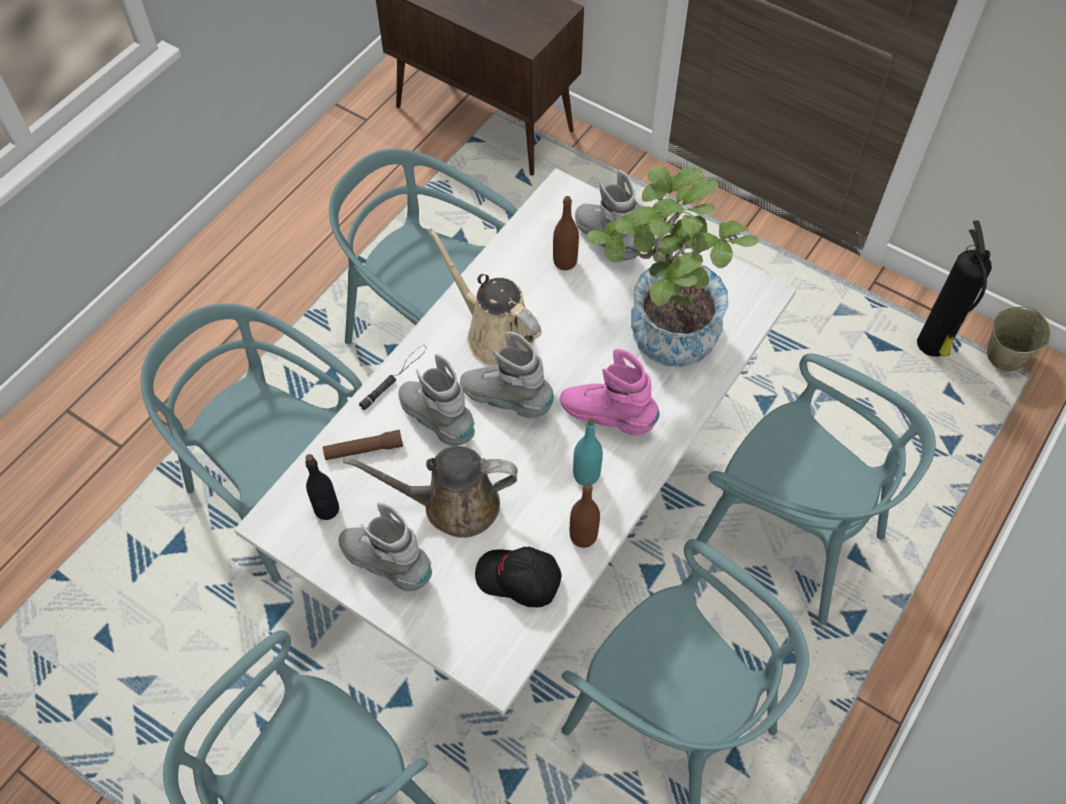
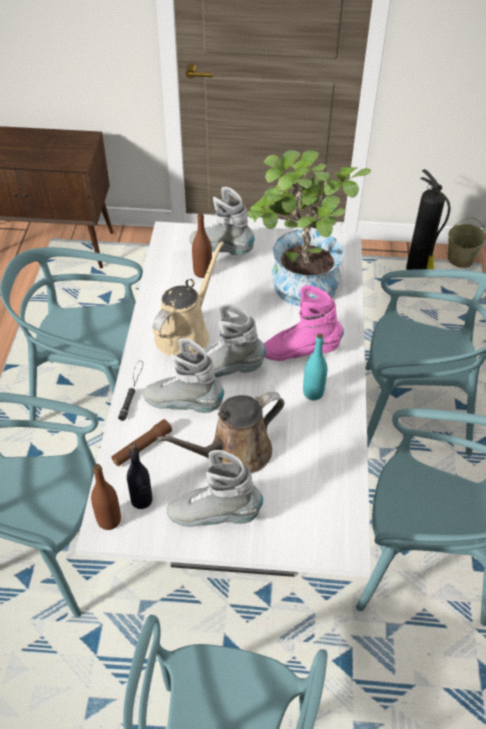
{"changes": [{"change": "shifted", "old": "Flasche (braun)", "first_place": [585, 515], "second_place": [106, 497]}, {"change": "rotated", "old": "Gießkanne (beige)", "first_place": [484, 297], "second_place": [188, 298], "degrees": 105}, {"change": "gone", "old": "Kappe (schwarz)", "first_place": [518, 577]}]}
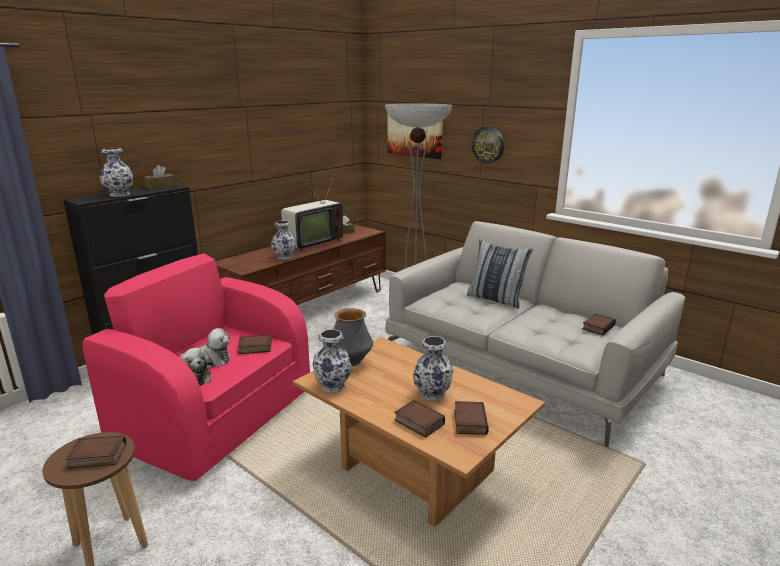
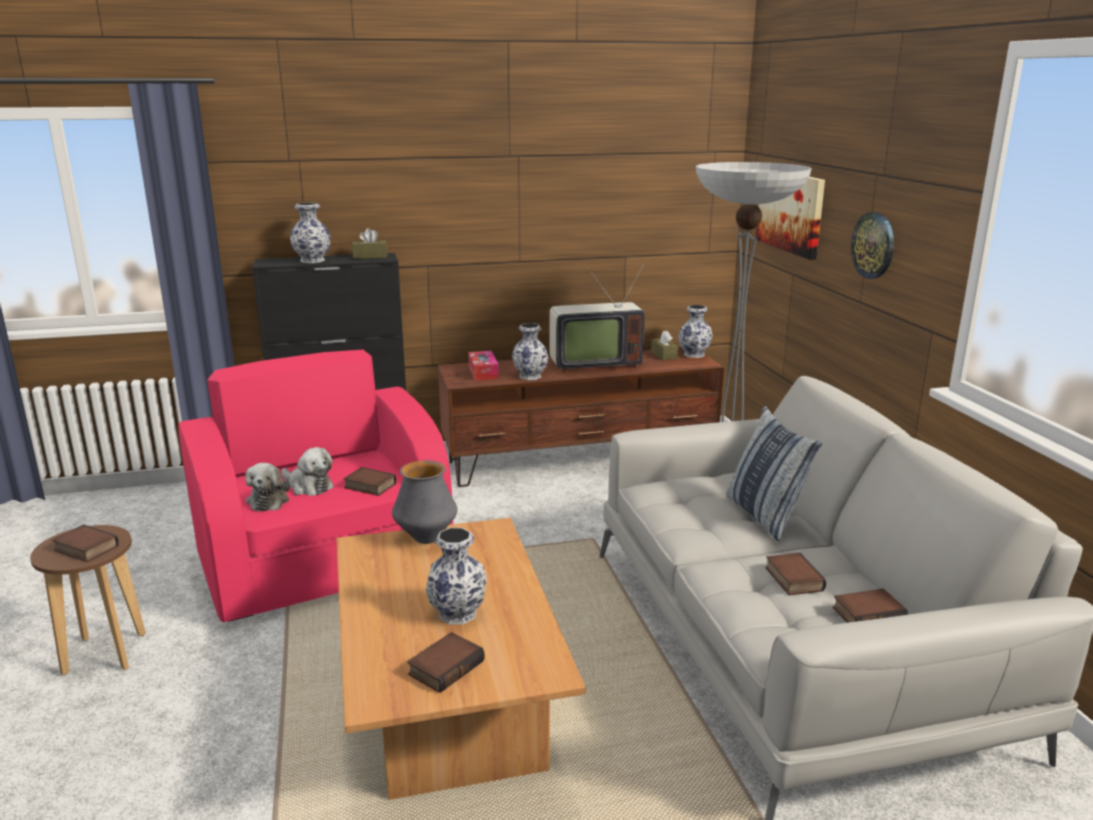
{"changes": [{"change": "new", "new": "Taschentuchbox", "second_place": [483, 366]}, {"change": "shifted", "old": "Vase", "first_place": [332, 360], "second_place": [695, 331]}, {"change": "shifted", "old": "Buch", "first_place": [420, 419], "second_place": [795, 574]}]}
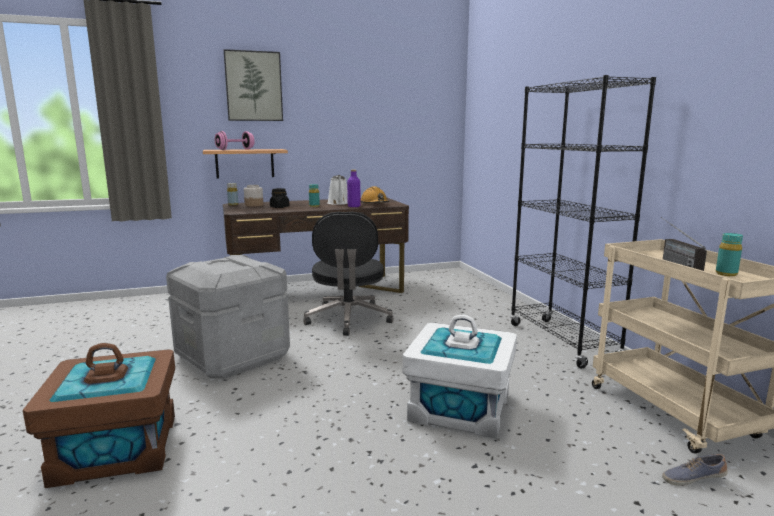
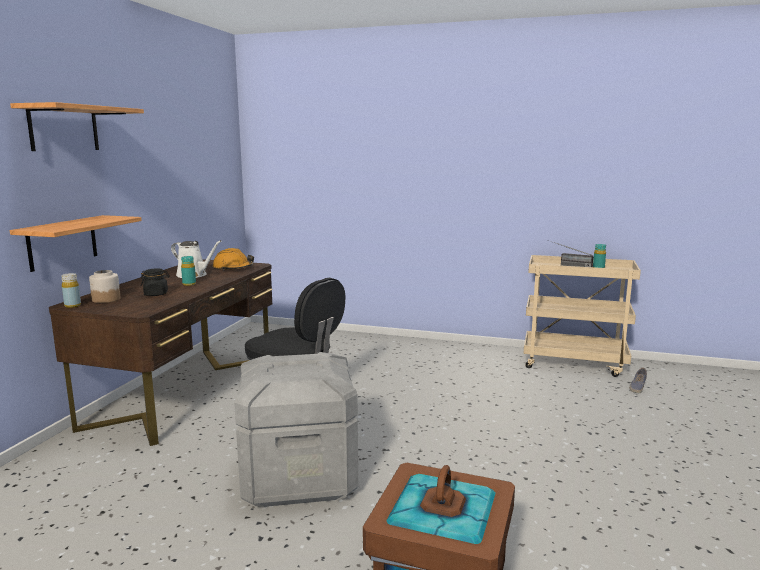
{"changes": [{"change": "swapped", "old": "Bild", "new": "Wandregal", "first_place": [253, 85], "second_place": [77, 126]}, {"change": "gone", "old": "Hantel (rosa)", "first_place": [235, 140]}, {"change": "gone", "old": "Flasche (lila)", "first_place": [354, 188]}, {"change": "gone", "old": "Aufbewahrungsbox (weiß)", "first_place": [460, 376]}, {"change": "gone", "old": "Bücherregal (schwarz)", "first_place": [583, 221]}]}
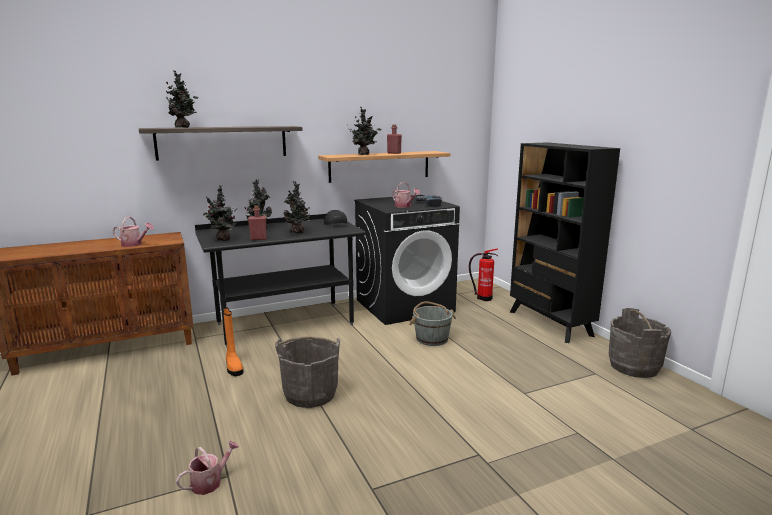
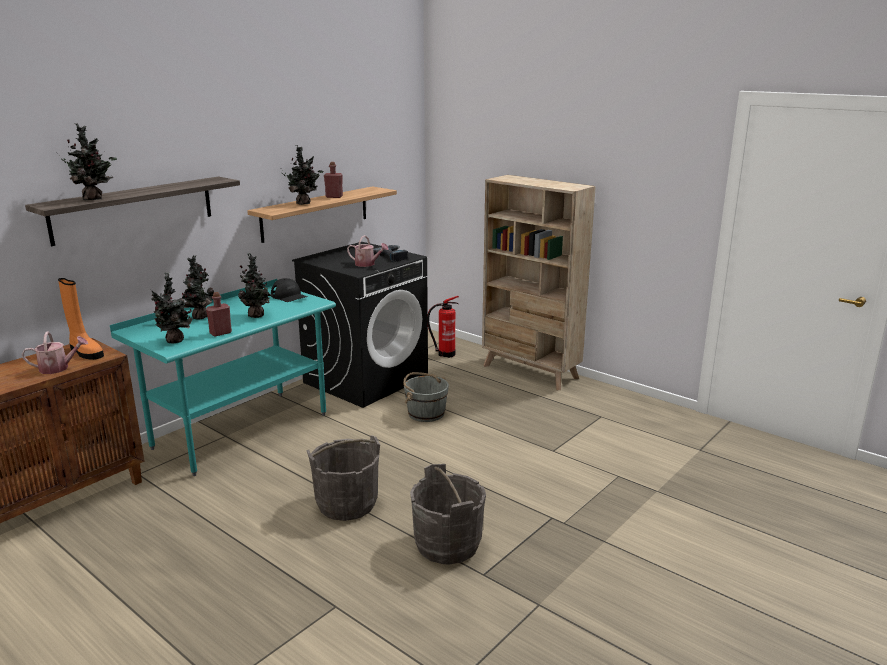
{"changes": [{"change": "shifted", "old": "Stiefel (orange)", "first_place": [233, 341], "second_place": [81, 319]}, {"change": "repainted", "old": "Schreibtisch (schwarz)", "new": "Schreibtisch (türkis)", "first_place": [280, 281], "second_place": [223, 377]}, {"change": "shifted", "old": "Eimer (grau)", "first_place": [640, 343], "second_place": [448, 514]}, {"change": "repainted", "old": "Bücherregal (schwarz)", "new": "Bücherregal (beige)", "first_place": [565, 242], "second_place": [539, 282]}, {"change": "gone", "old": "Gießkanne", "first_place": [207, 468]}]}
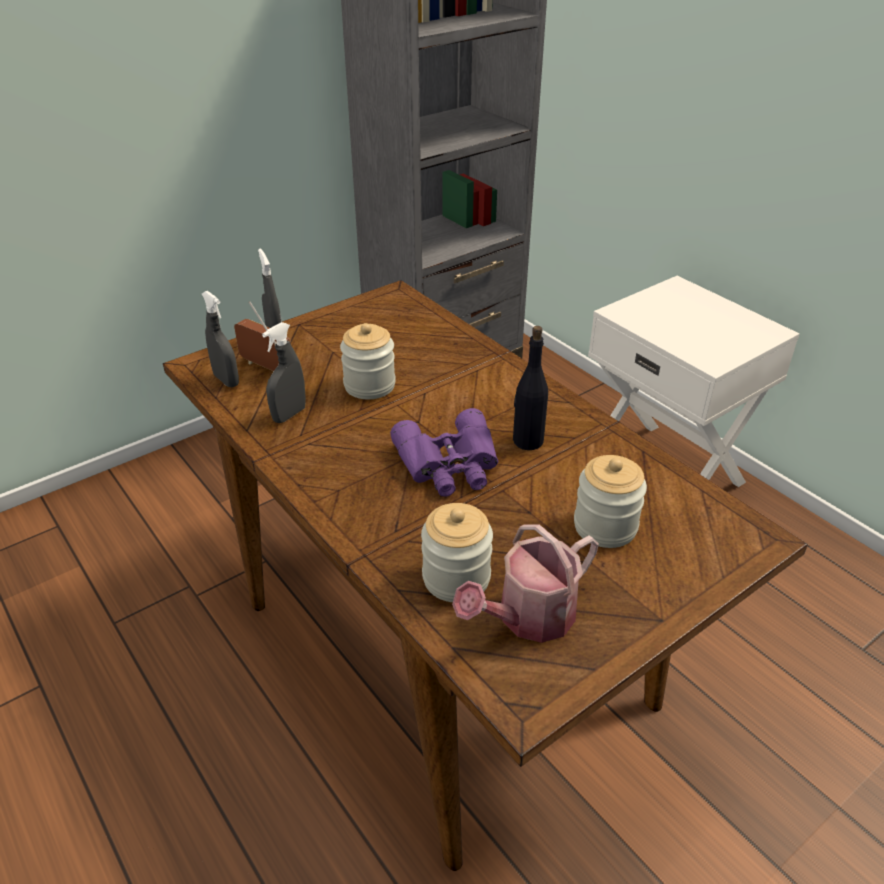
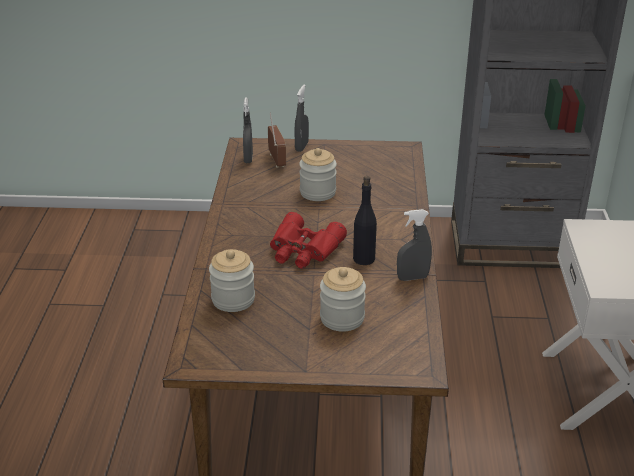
{"changes": [{"change": "repainted", "old": "Fernglas (lila)", "new": "Fernglas (rot)", "first_place": [444, 452], "second_place": [308, 240]}, {"change": "shifted", "old": "Sprühflasche (grau)", "first_place": [284, 372], "second_place": [414, 245]}, {"change": "gone", "old": "Gießkanne", "first_place": [525, 583]}]}
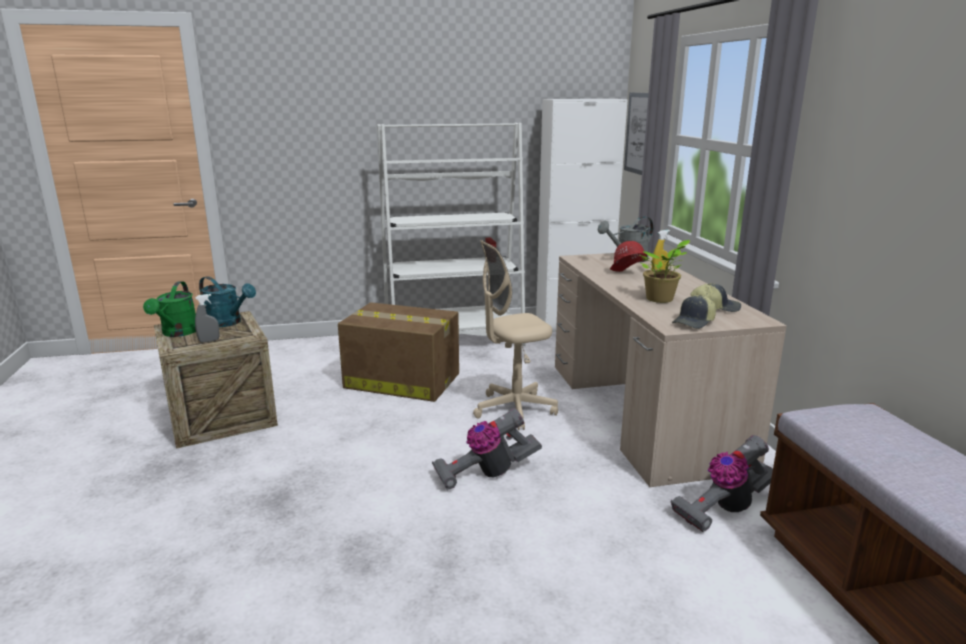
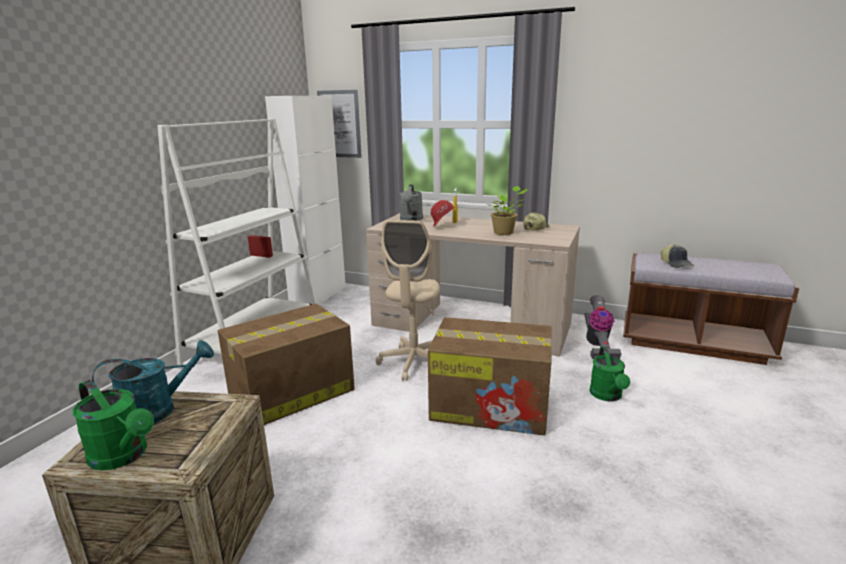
{"changes": [{"change": "swapped", "old": "Staubsauger", "new": "Karton", "first_place": [487, 449], "second_place": [490, 376]}, {"change": "new", "new": "Gießkanne (grün)", "second_place": [609, 374]}, {"change": "shifted", "old": "Kappe", "first_place": [694, 311], "second_place": [677, 256]}, {"change": "gone", "old": "Sprühflasche (grau)", "first_place": [207, 318]}]}
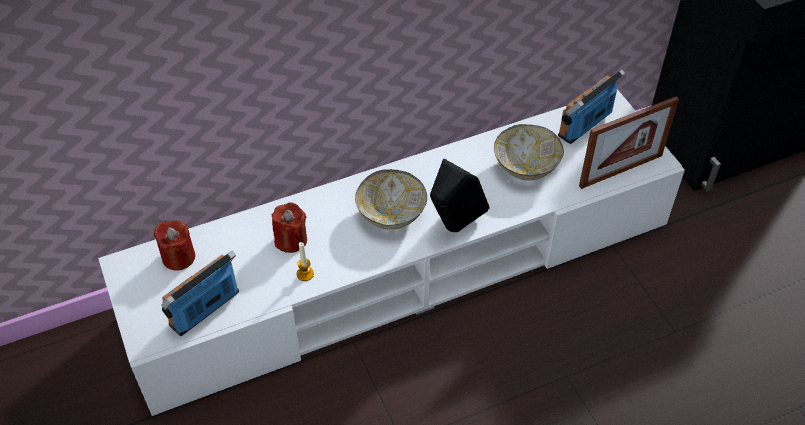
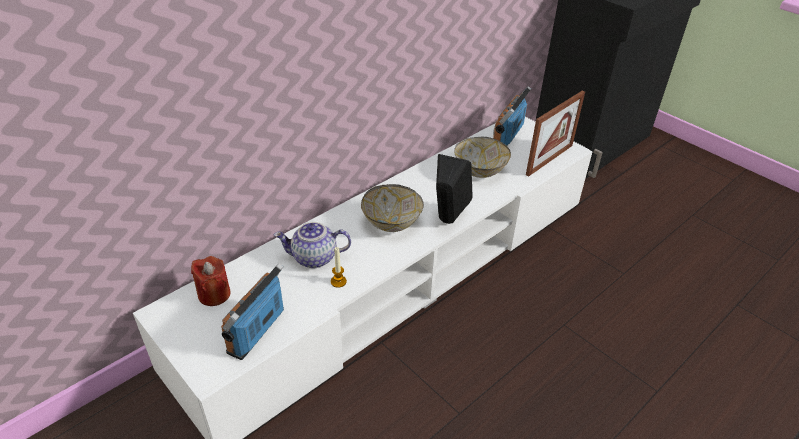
{"changes": [{"change": "swapped", "old": "Kerze (rot)", "new": "Teekanne", "first_place": [289, 227], "second_place": [312, 245]}]}
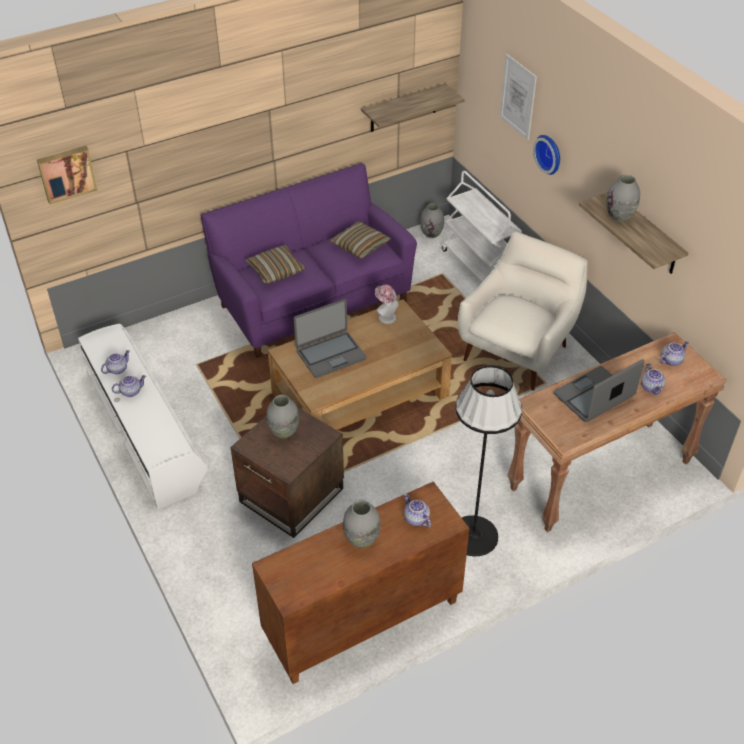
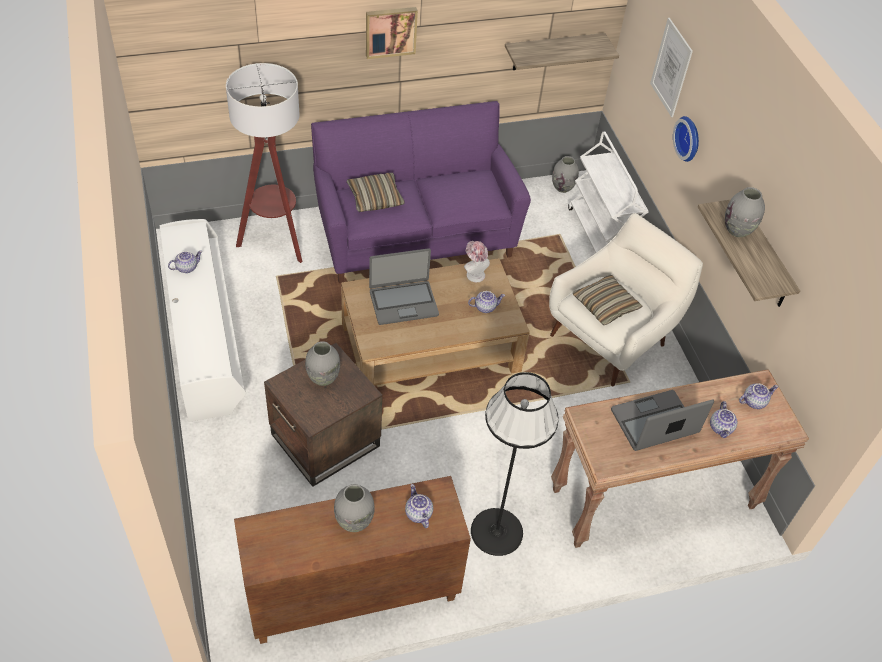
{"changes": [{"change": "new", "new": "Stehlampe", "second_place": [264, 163]}, {"change": "shifted", "old": "Bild", "first_place": [67, 175], "second_place": [392, 33]}, {"change": "shifted", "old": "Teekanne", "first_place": [129, 386], "second_place": [486, 302]}, {"change": "shifted", "old": "Kissen", "first_place": [360, 240], "second_place": [608, 300]}]}
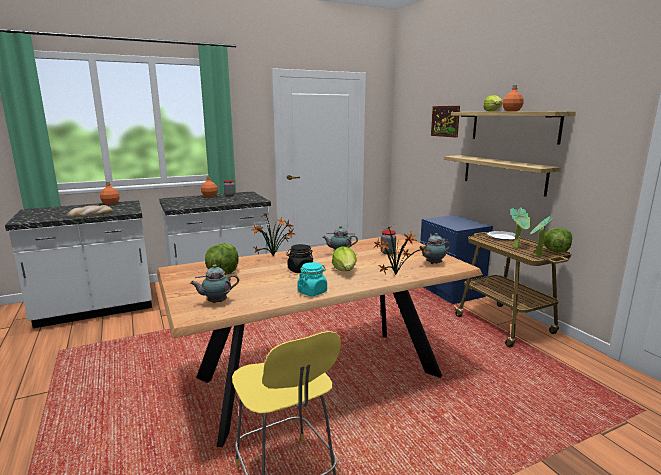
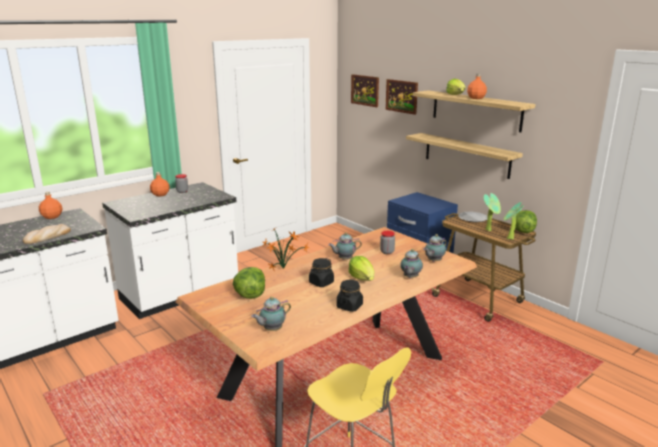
{"changes": [{"change": "repainted", "old": "Vorratsglas (türkis)", "new": "Vorratsglas (schwarz)", "first_place": [312, 279], "second_place": [349, 296]}, {"change": "new", "new": "Bild", "second_place": [365, 90]}, {"change": "swapped", "old": "Topfpflanze", "new": "Teekanne", "first_place": [401, 250], "second_place": [411, 264]}]}
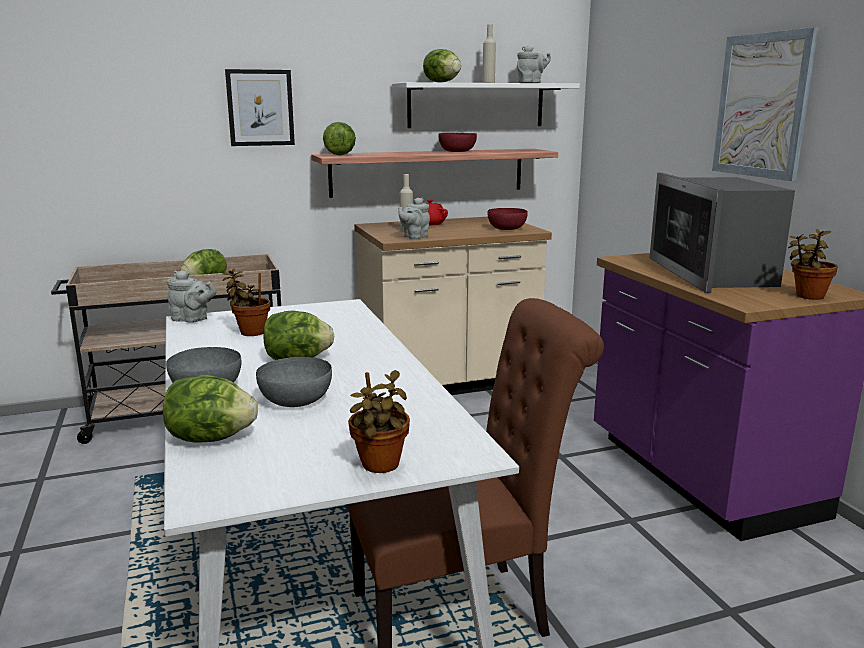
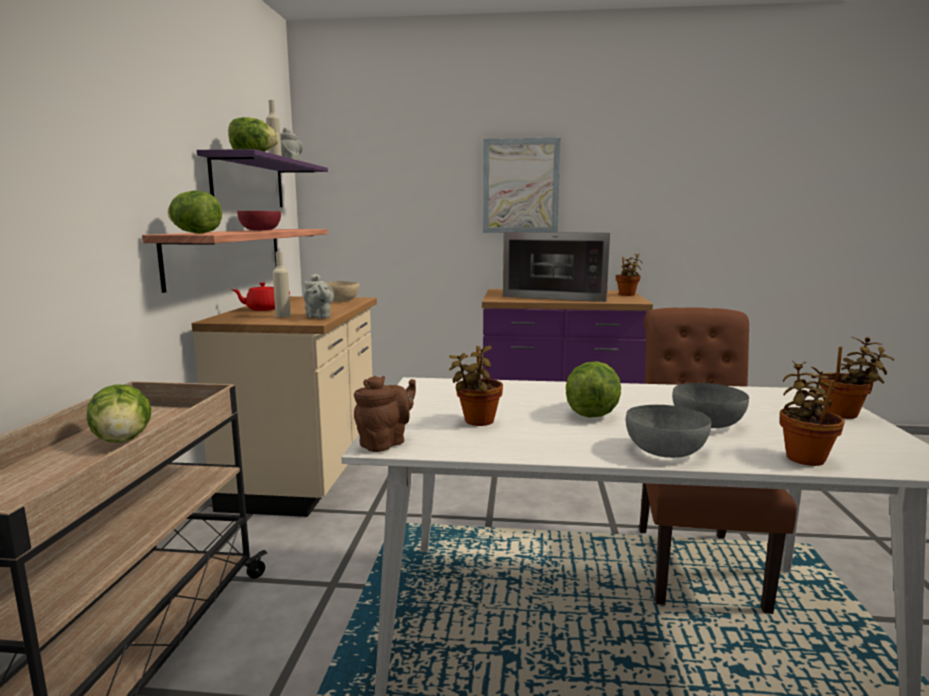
{"changes": [{"change": "repainted", "old": "Wandregal (weiß)", "new": "Wandregal (lila)", "first_place": [486, 105], "second_place": [262, 178]}, {"change": "repainted", "old": "Schüssel (rot)", "new": "Schüssel (beige)", "first_place": [507, 219], "second_place": [342, 291]}, {"change": "repainted", "old": "Teekanne (grau)", "new": "Teekanne (braun)", "first_place": [192, 296], "second_place": [385, 414]}, {"change": "swapped", "old": "Salatkopf", "new": "Topfpflanze", "first_place": [210, 409], "second_place": [812, 413]}, {"change": "gone", "old": "Bild", "first_place": [260, 107]}]}
